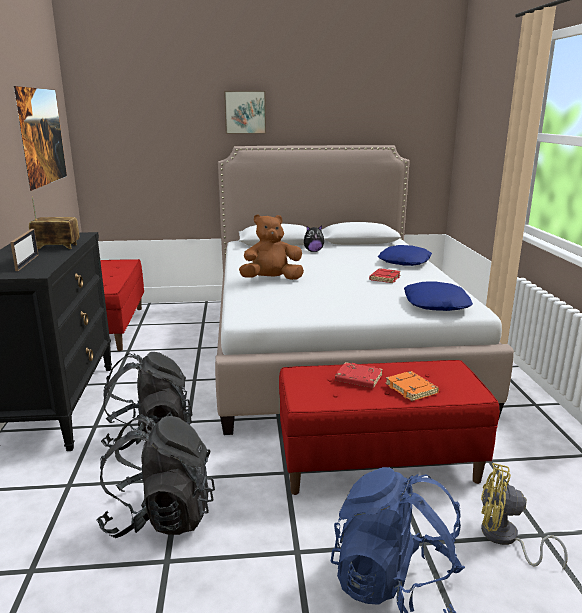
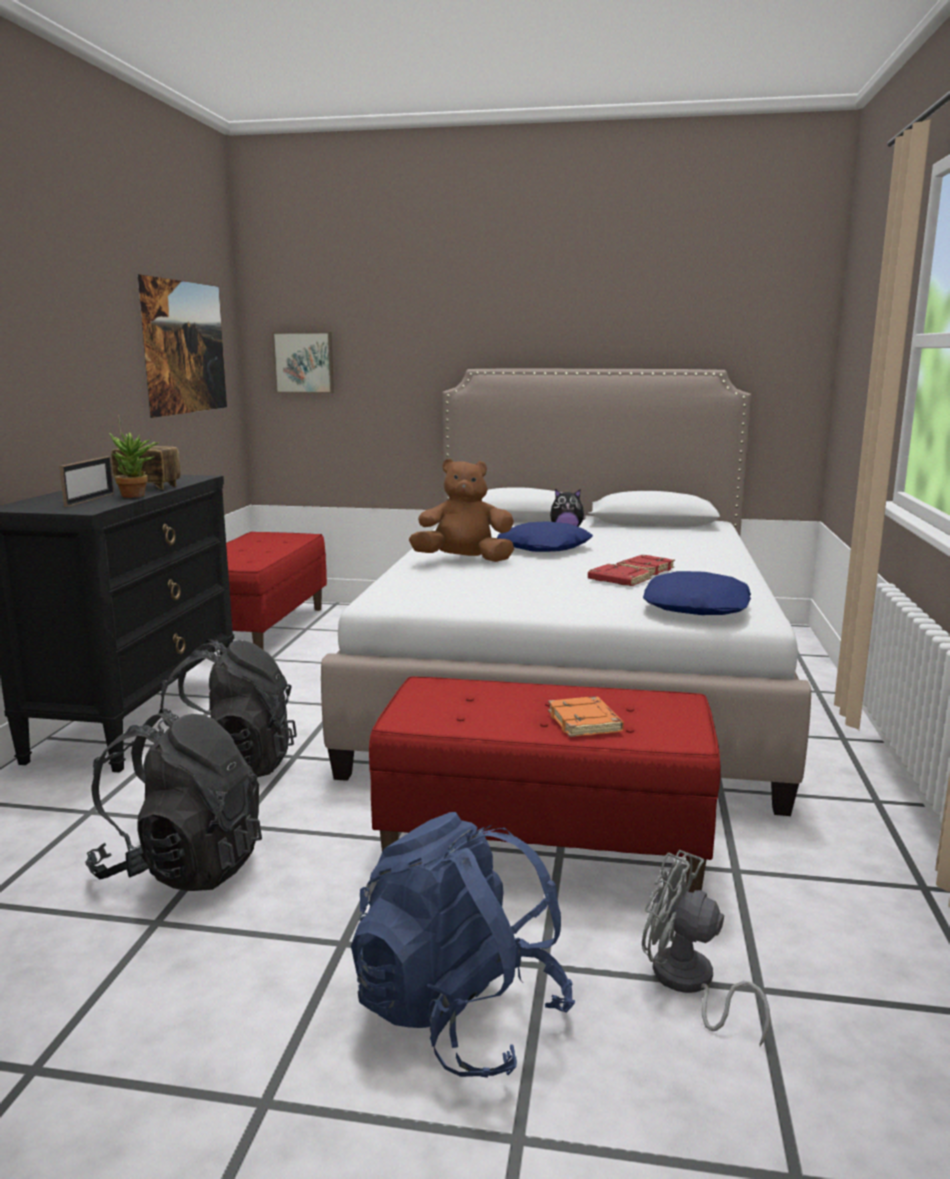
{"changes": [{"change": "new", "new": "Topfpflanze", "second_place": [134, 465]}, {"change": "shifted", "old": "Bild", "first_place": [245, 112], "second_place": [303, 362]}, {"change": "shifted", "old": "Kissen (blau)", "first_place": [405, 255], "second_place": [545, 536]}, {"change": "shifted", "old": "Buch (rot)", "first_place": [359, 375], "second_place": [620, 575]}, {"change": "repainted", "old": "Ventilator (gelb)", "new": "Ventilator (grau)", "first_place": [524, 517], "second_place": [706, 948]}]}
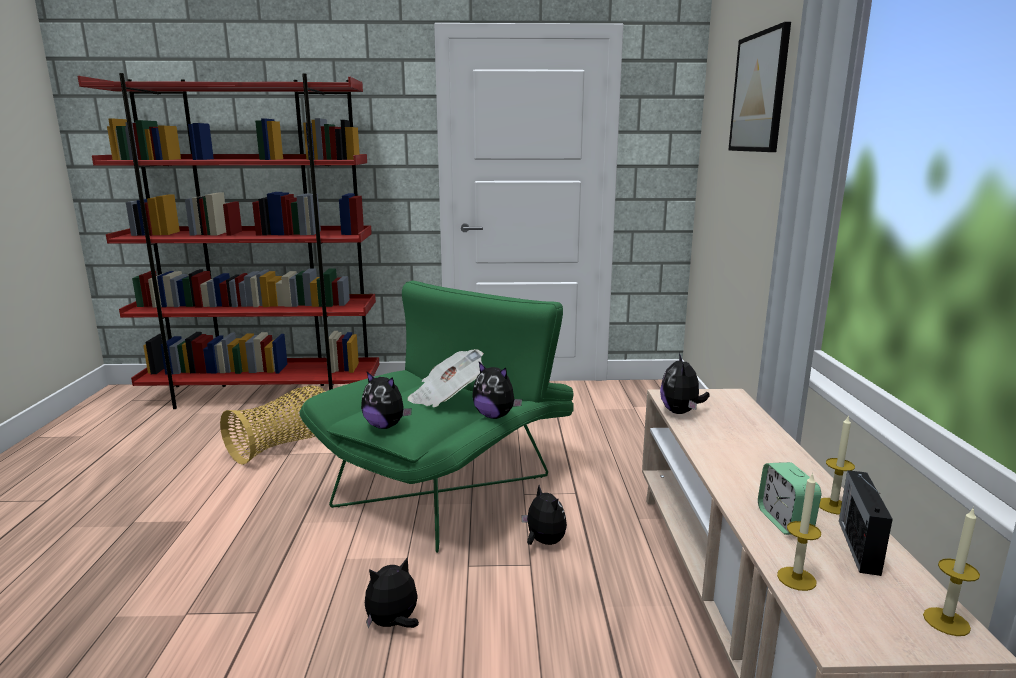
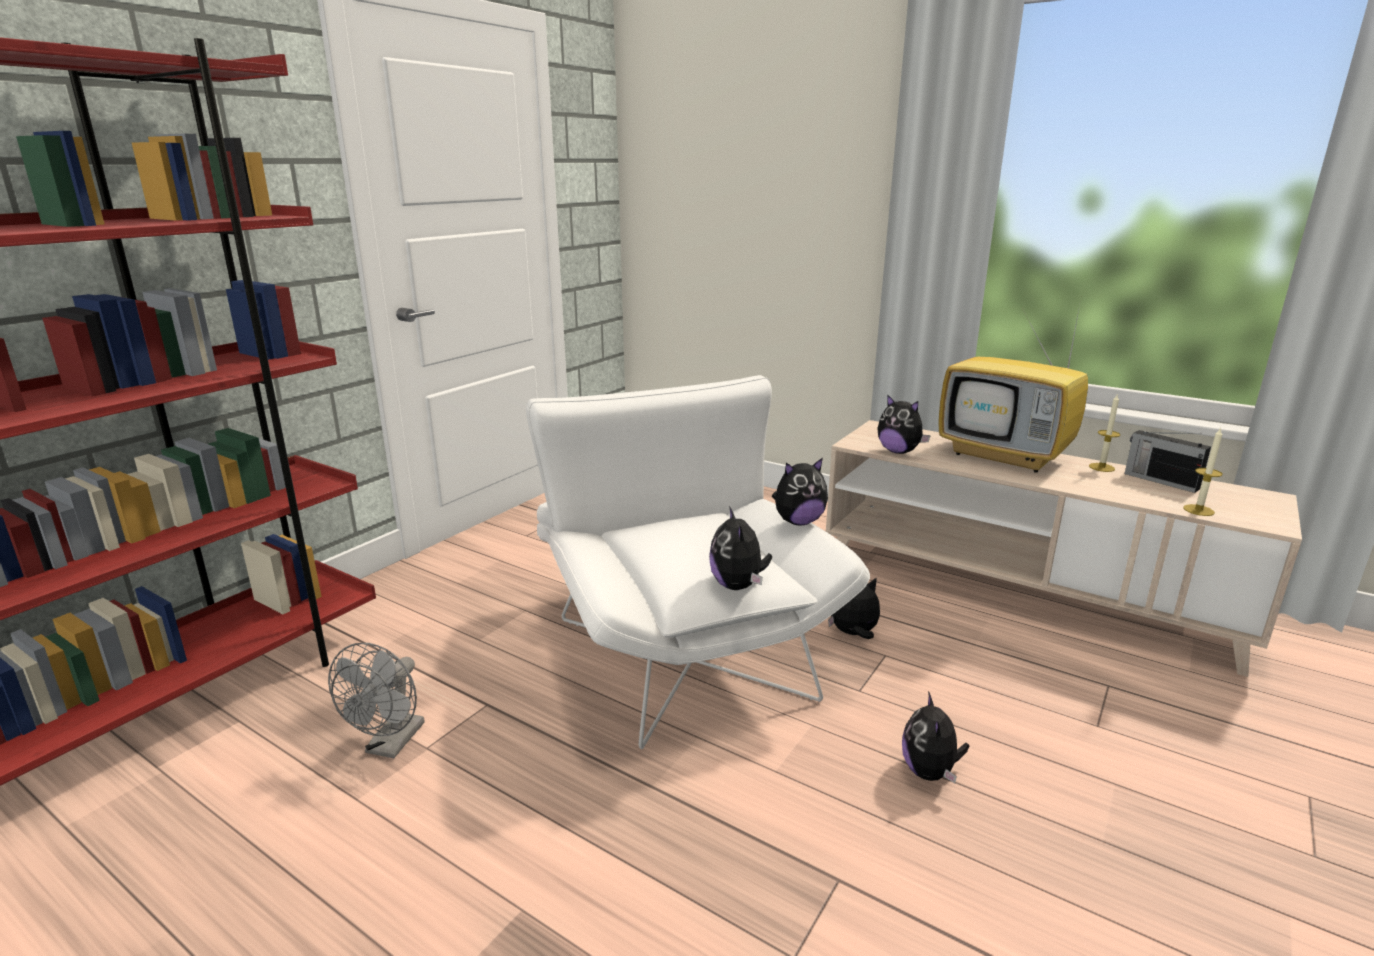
{"changes": [{"change": "swapped", "old": "Korb", "new": "Ventilator (grau)", "first_place": [273, 425], "second_place": [376, 700]}, {"change": "repainted", "old": "Sessel (grün)", "new": "Sessel (weiß)", "first_place": [436, 416], "second_place": [698, 562]}, {"change": "rotated", "old": "Plüschtier", "first_place": [386, 400], "second_place": [740, 548], "degrees": 105}, {"change": "new", "new": "Fernseher", "second_place": [1013, 388]}, {"change": "gone", "old": "Zeitung", "first_place": [446, 378]}, {"change": "gone", "old": "Bild", "first_place": [759, 87]}, {"change": "gone", "old": "Wecker", "first_place": [789, 498]}, {"change": "gone", "old": "Kerze", "first_place": [951, 571]}]}
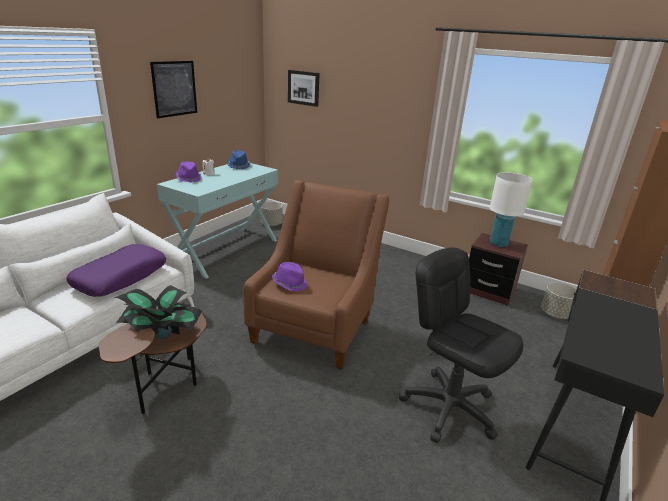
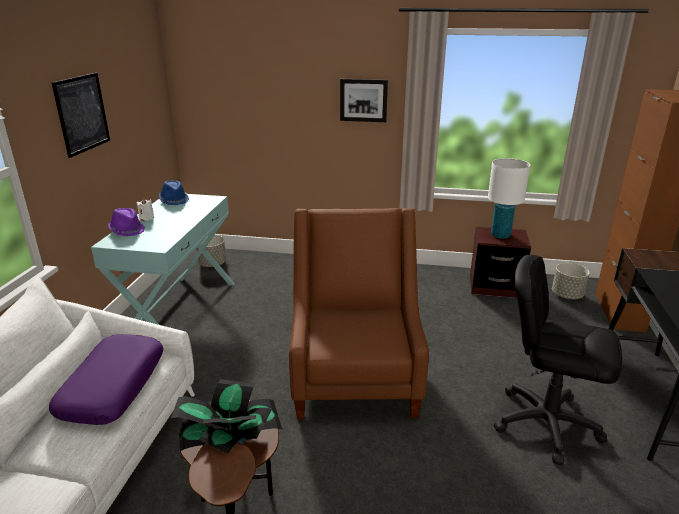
{"changes": [{"change": "shifted", "old": "Bild", "first_place": [304, 88], "second_place": [364, 100]}, {"change": "gone", "old": "Hut (lila)", "first_place": [289, 277]}]}
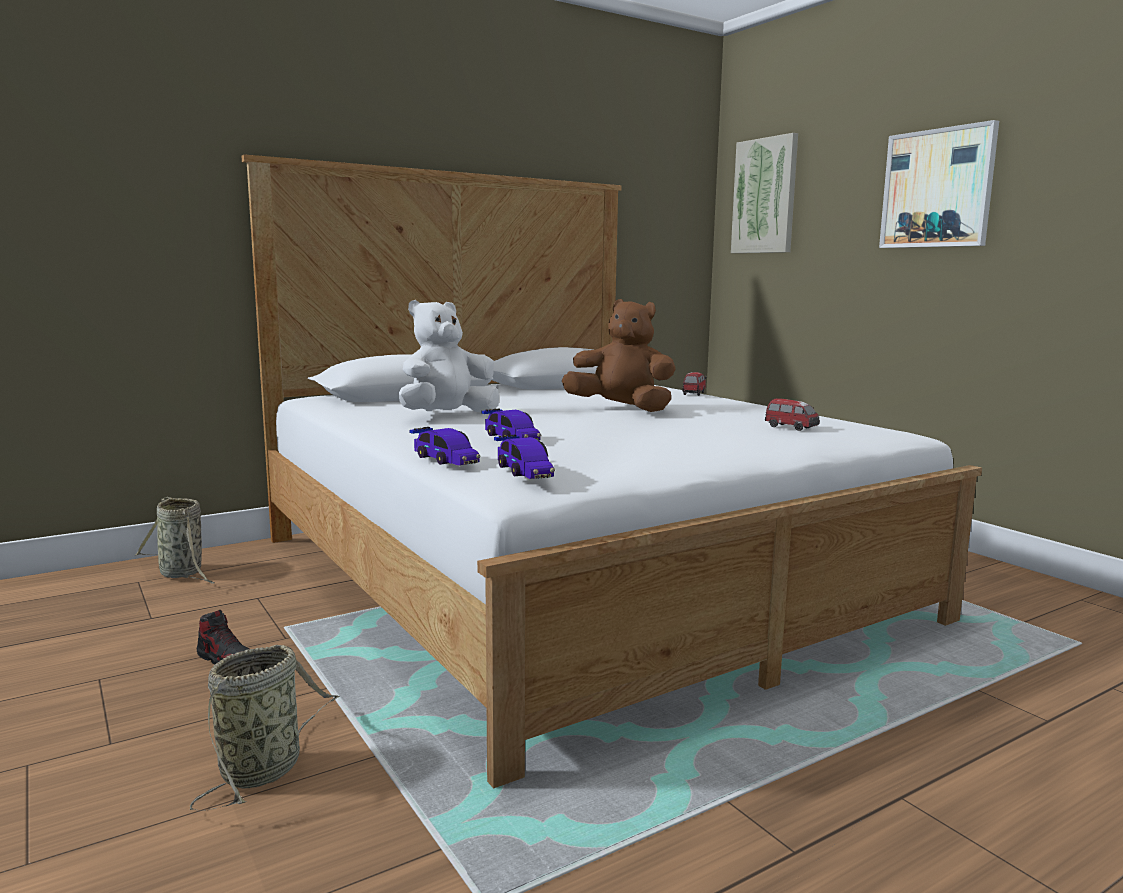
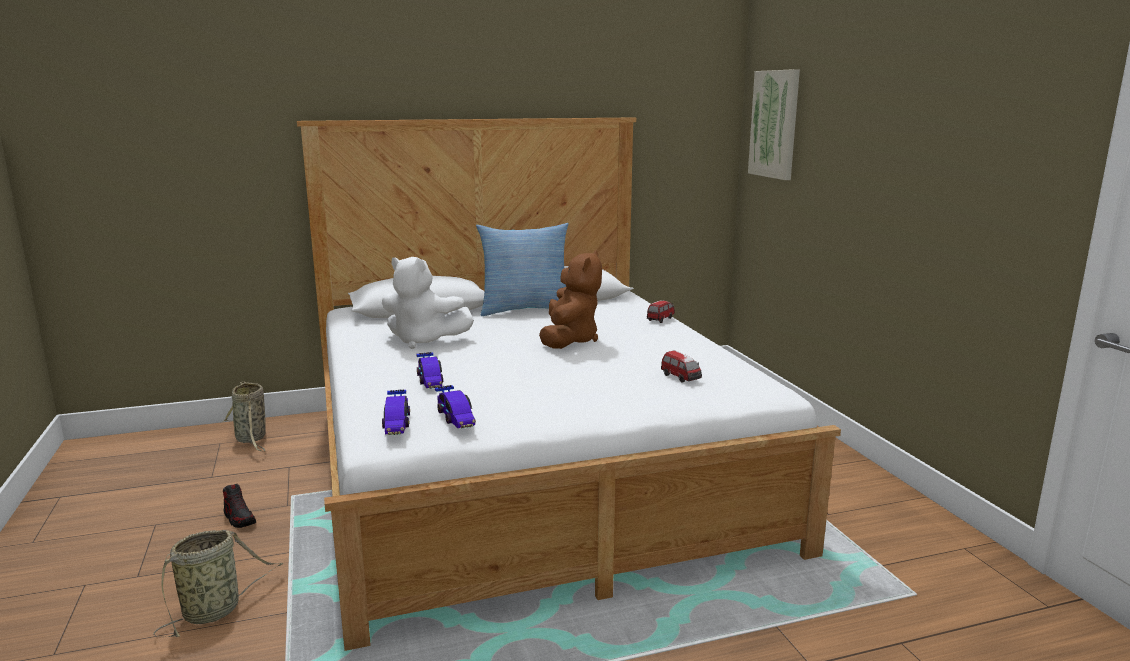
{"changes": [{"change": "rotated", "old": "Plüschtier (weiß)", "first_place": [449, 356], "second_place": [428, 303], "degrees": -135}, {"change": "shifted", "old": "Spielzeugauto", "first_place": [445, 446], "second_place": [455, 407]}, {"change": "new", "new": "Kissen", "second_place": [522, 269]}, {"change": "rotated", "old": "Plüschtier (braun)", "first_place": [619, 355], "second_place": [570, 299], "degrees": 60}, {"change": "gone", "old": "Bild", "first_place": [939, 184]}]}
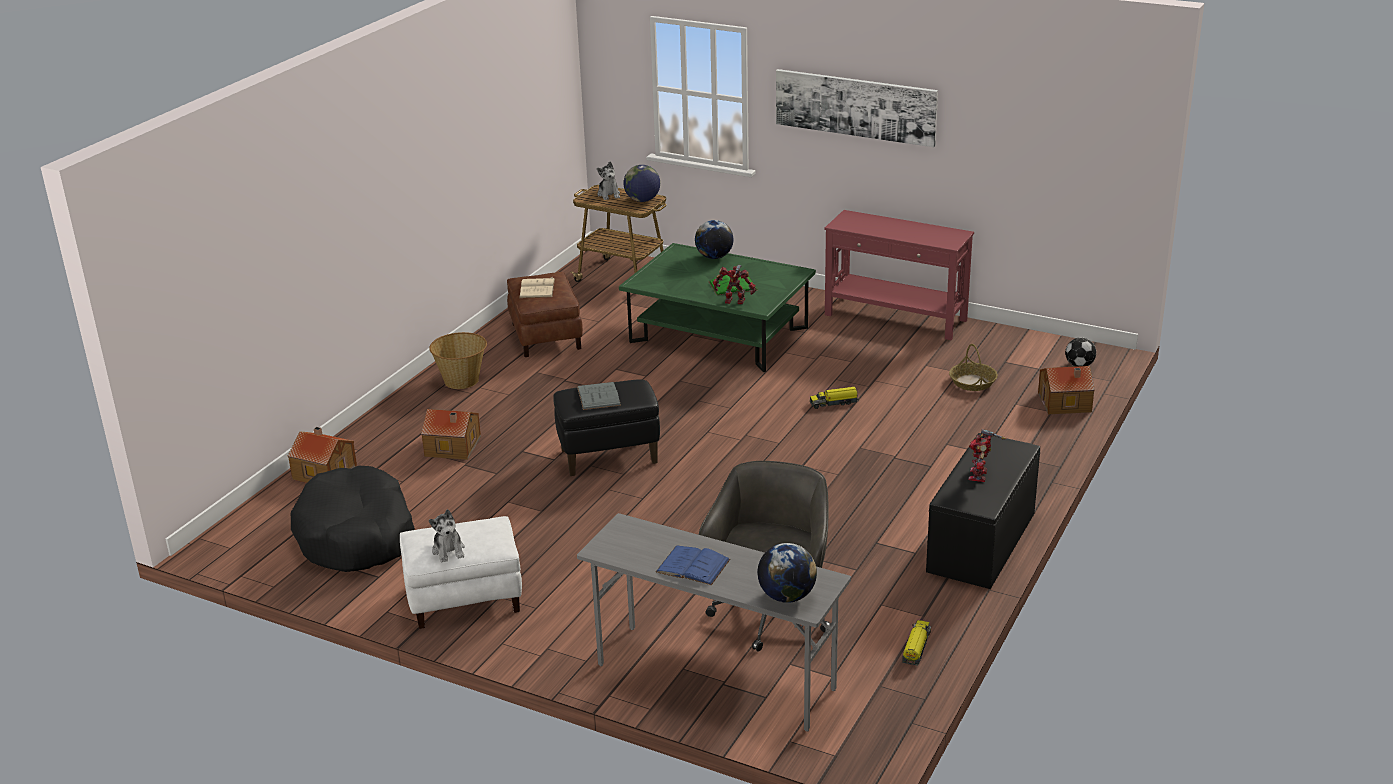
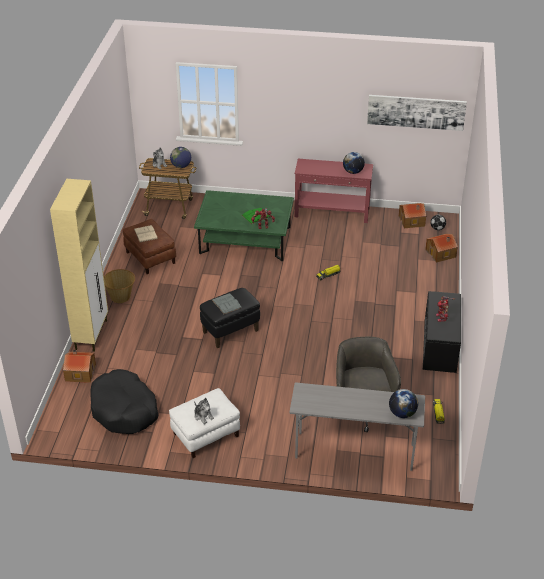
{"changes": [{"change": "new", "new": "Schrank (beige)", "second_place": [79, 265]}, {"change": "shifted", "old": "Globus", "first_place": [714, 239], "second_place": [354, 163]}, {"change": "shifted", "old": "Bild", "first_place": [857, 108], "second_place": [417, 113]}, {"change": "shifted", "old": "Spielzeughaus", "first_place": [451, 434], "second_place": [412, 215]}, {"change": "gone", "old": "Buch (blau)", "first_place": [693, 565]}, {"change": "gone", "old": "Korb", "first_place": [973, 367]}]}
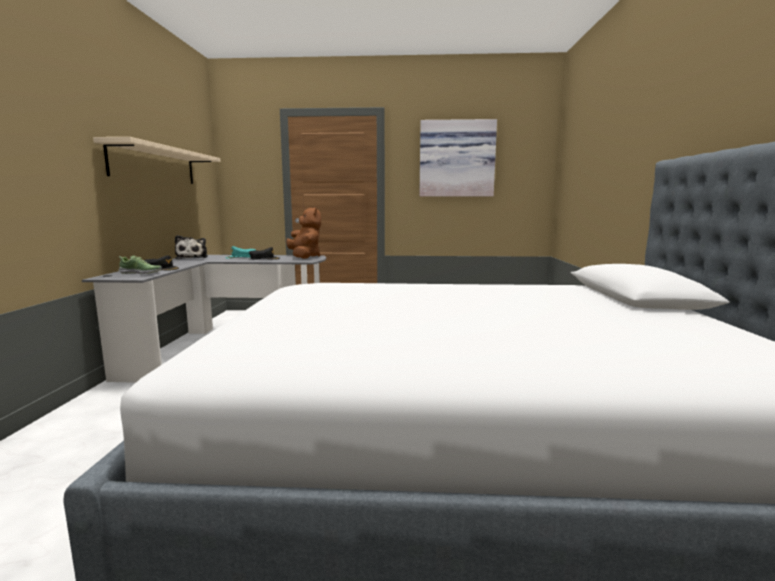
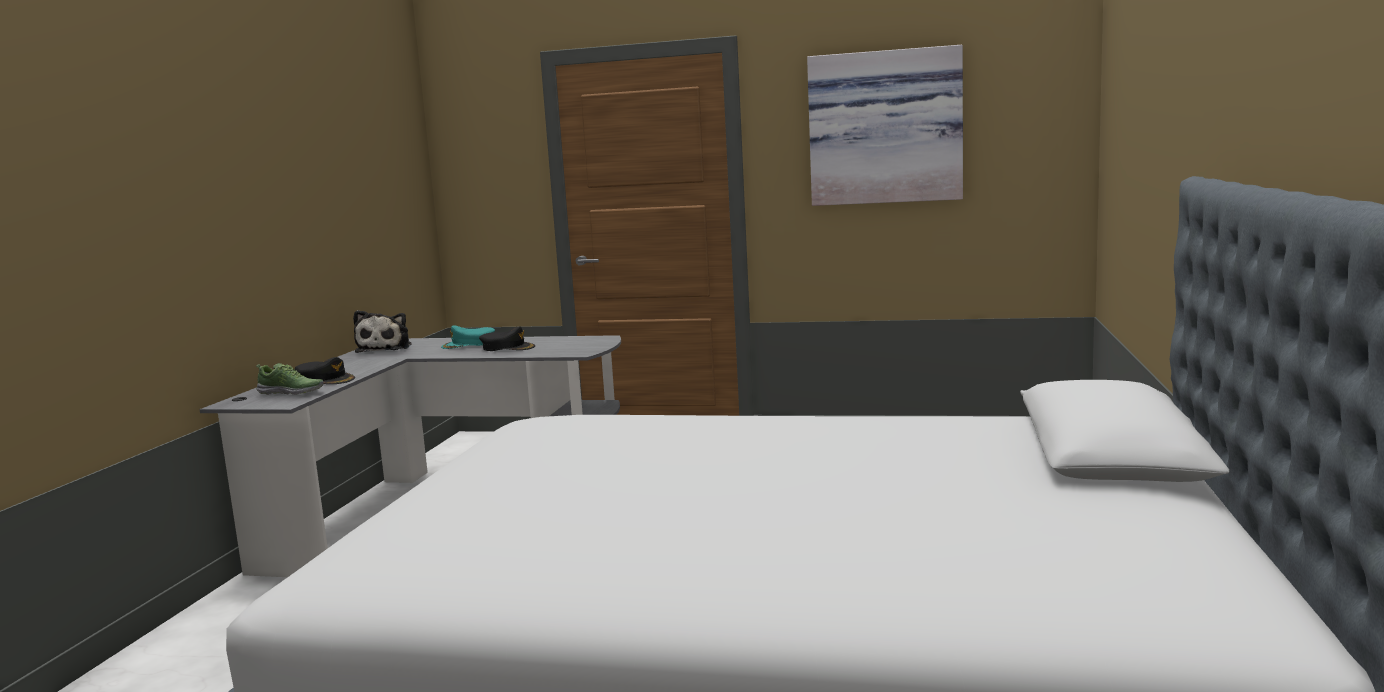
{"changes": [{"change": "gone", "old": "Wandregal (beige)", "first_place": [157, 160]}, {"change": "gone", "old": "Plüschtier (braun)", "first_place": [303, 233]}]}
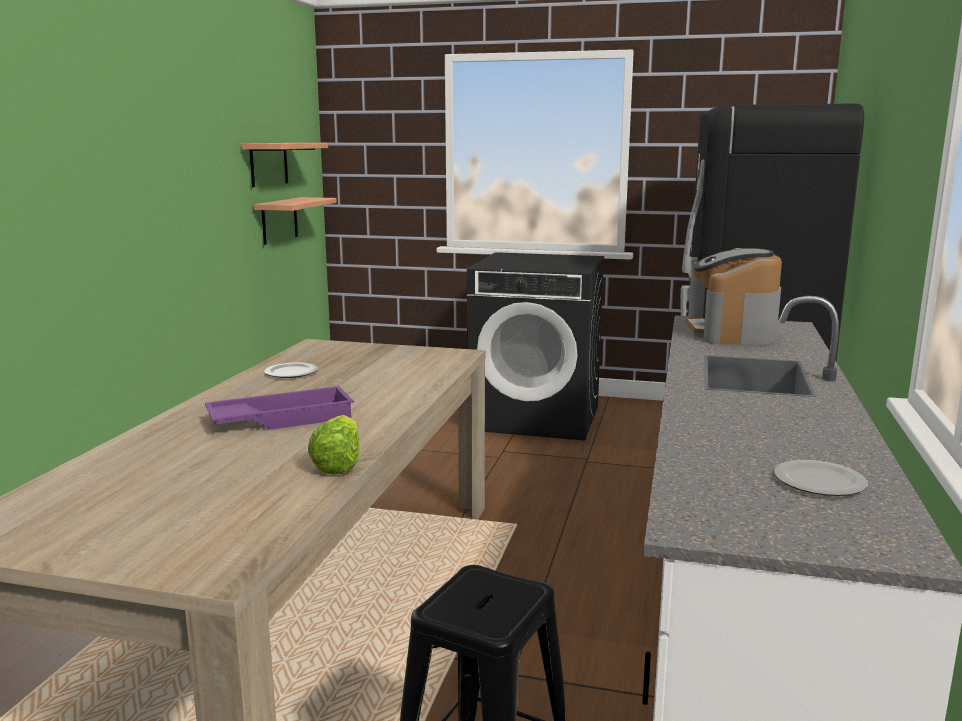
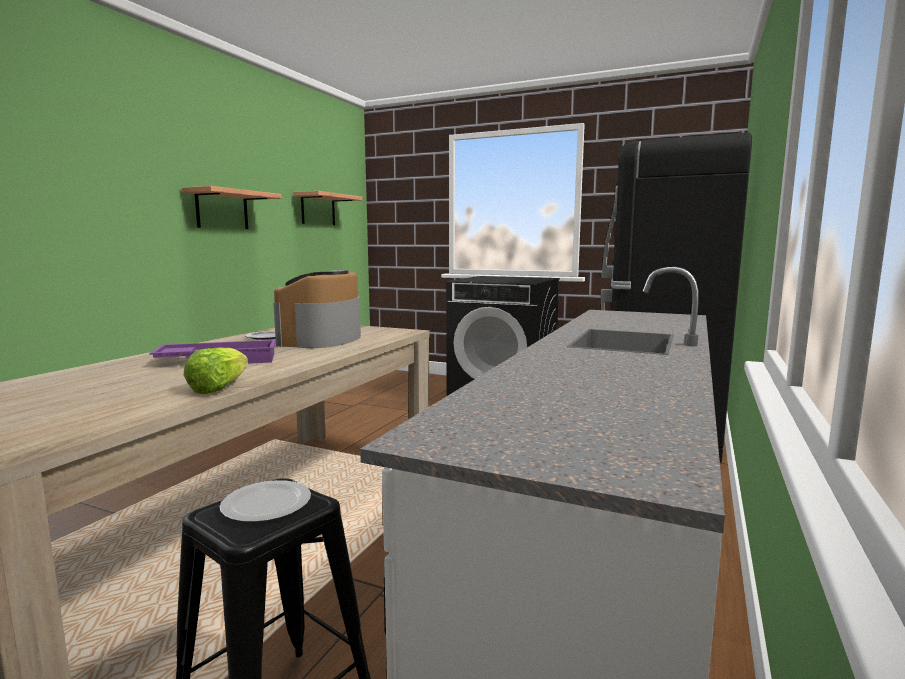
{"changes": [{"change": "shifted", "old": "Wandregal", "first_place": [295, 221], "second_place": [232, 207]}, {"change": "shifted", "old": "Teller", "first_place": [821, 478], "second_place": [265, 501]}, {"change": "shifted", "old": "Kaffeemaschine", "first_place": [733, 296], "second_place": [317, 309]}]}
